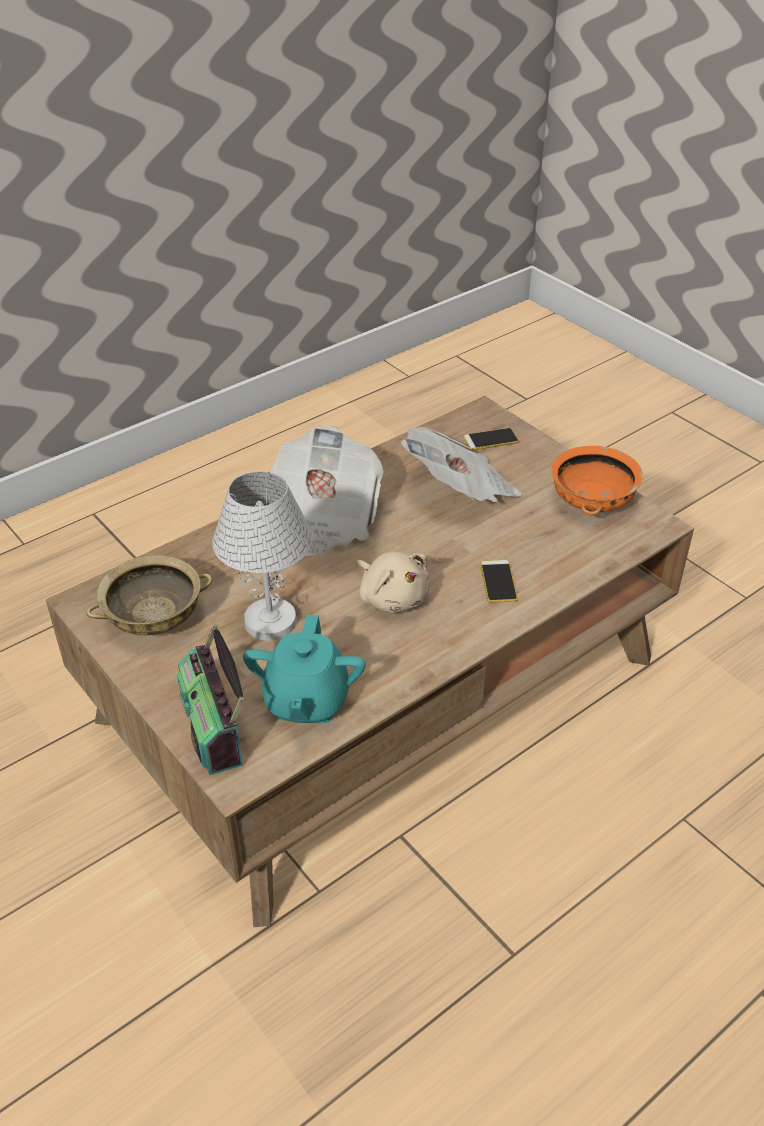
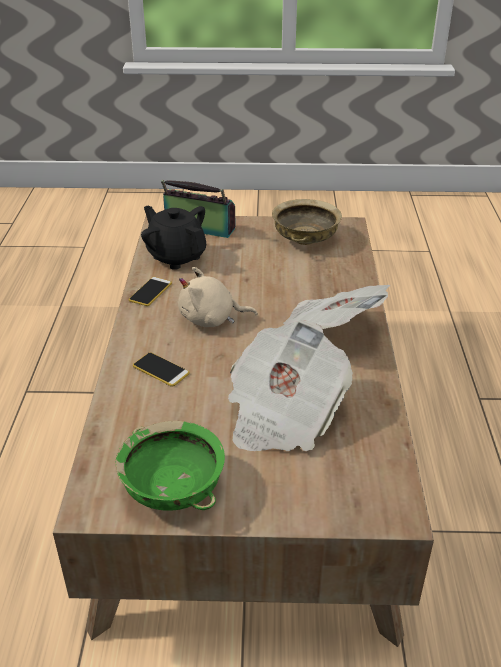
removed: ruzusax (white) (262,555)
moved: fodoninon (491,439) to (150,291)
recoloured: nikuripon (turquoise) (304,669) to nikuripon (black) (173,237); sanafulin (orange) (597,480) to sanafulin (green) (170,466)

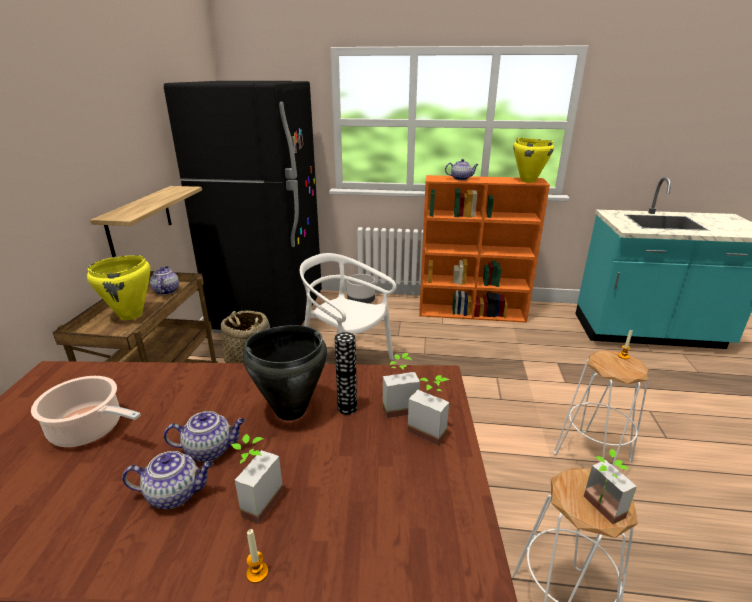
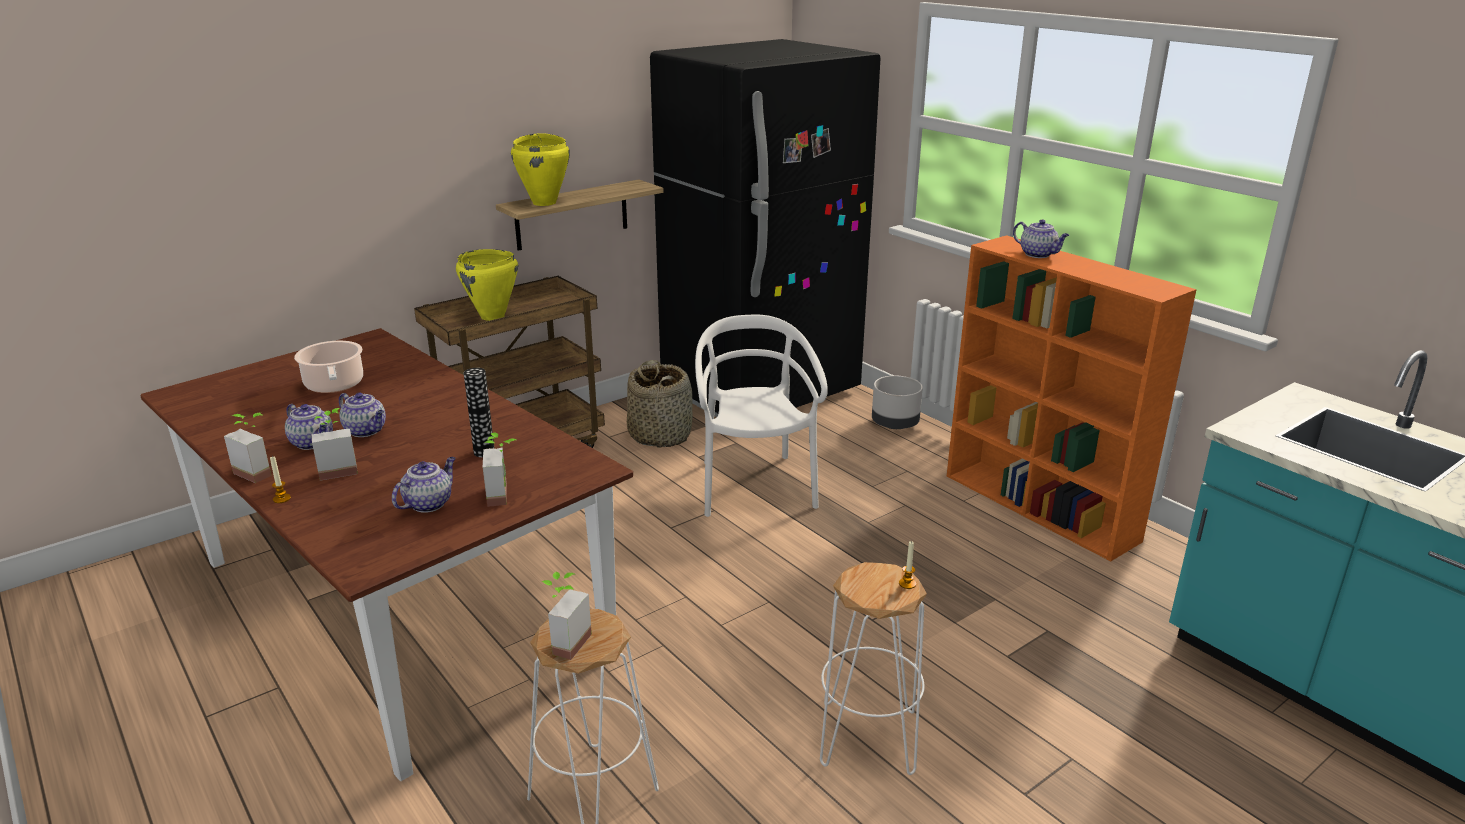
removed: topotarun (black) (285,373)
moved: nikuripon (164,280) to (424,485); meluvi (401,385) to (248,448); topotarun (yellow) (533,160) to (540,169)

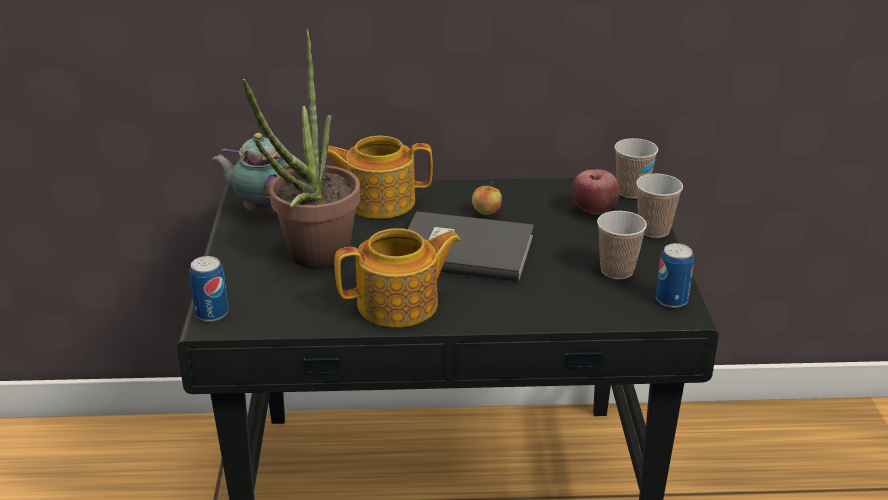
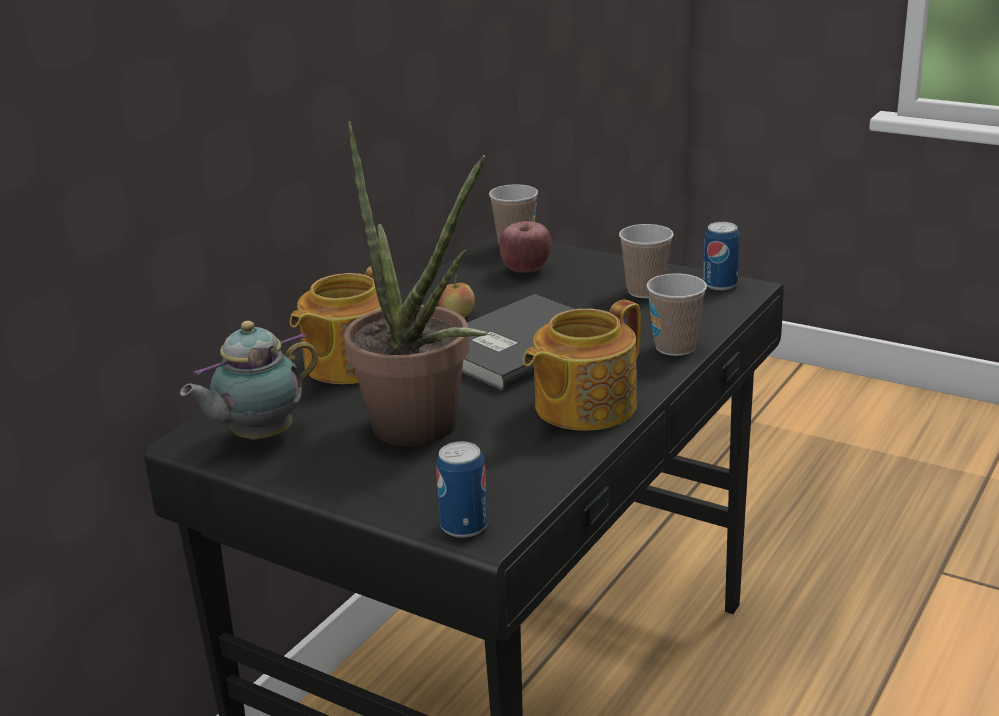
moved: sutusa (659,206) to (676,315)
turned: nikuripon (398,277) = (582,365) 150 degrees counterclockwise

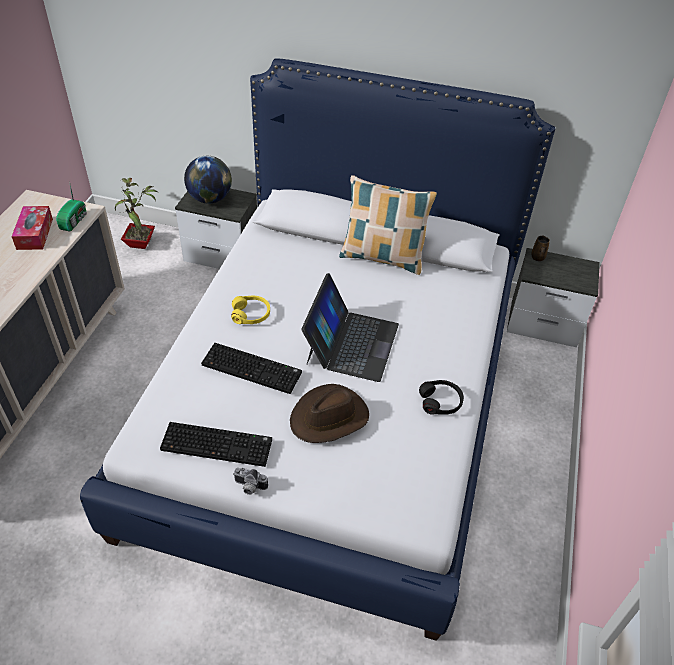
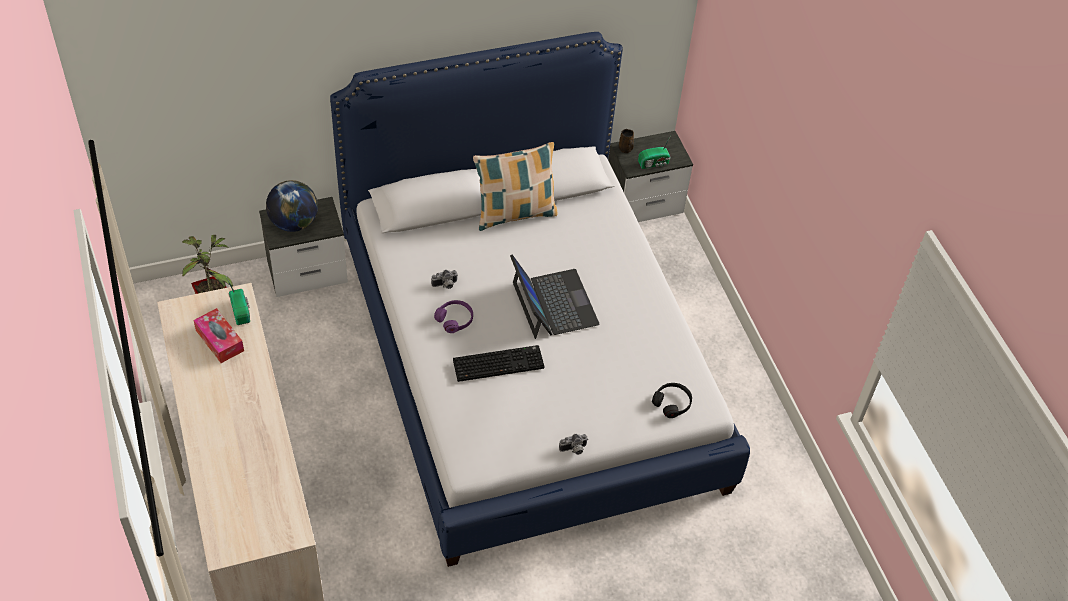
removed: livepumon (216,444); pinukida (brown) (329,413)
added: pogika (444,279); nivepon (654,152)
moved: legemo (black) (441,397) to (672,400)
recoloured: legemo (yellow) (250,309) to legemo (purple) (453,316)

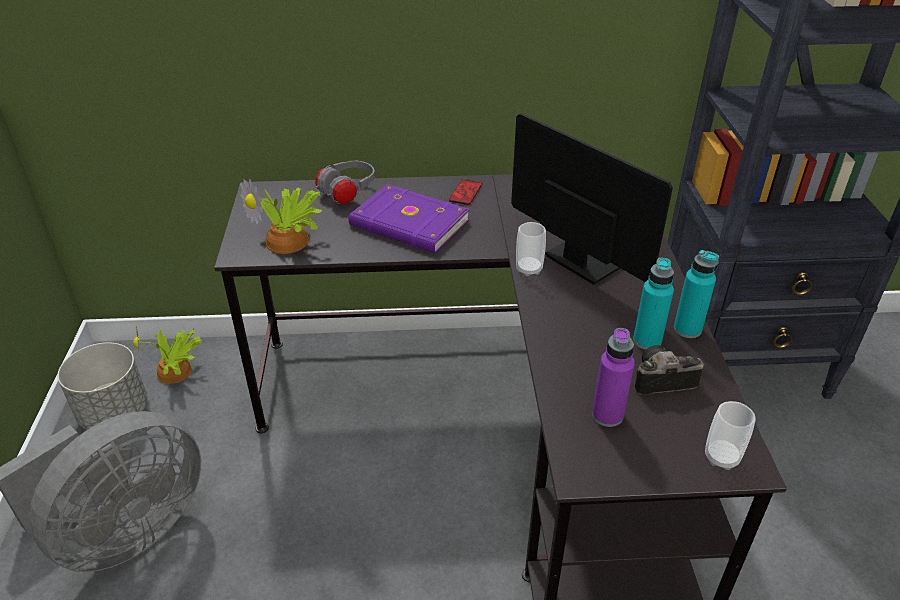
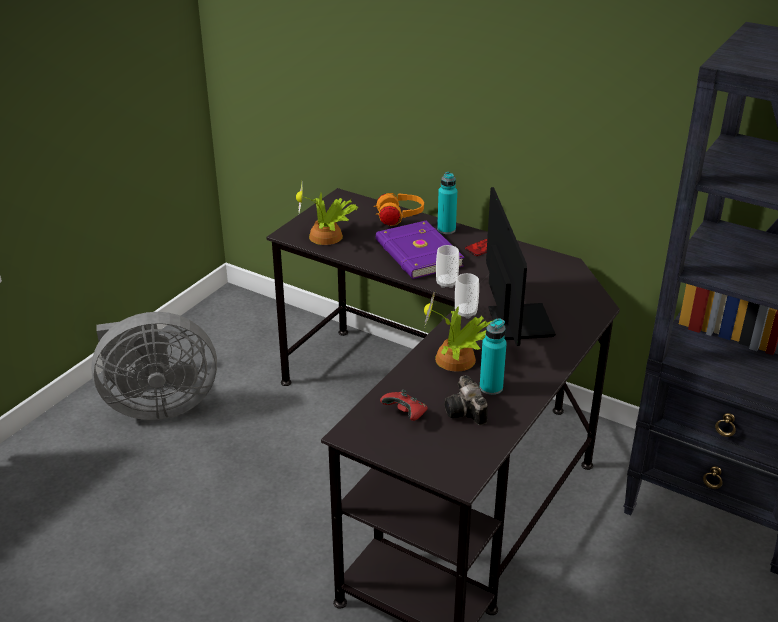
removed: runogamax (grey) (102,386)
moved: meluvi (167,355) to (458,331); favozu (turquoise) (696,294) to (447,203); sutusa (730,435) to (447,266)
replaced: favozu (purple) (613,377) to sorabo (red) (404,405)
recoloured: legemo (grey) (345,182) to legemo (orange) (399,209)
turned: pogika (669,370) = (466,400) 135 degrees counterclockwise

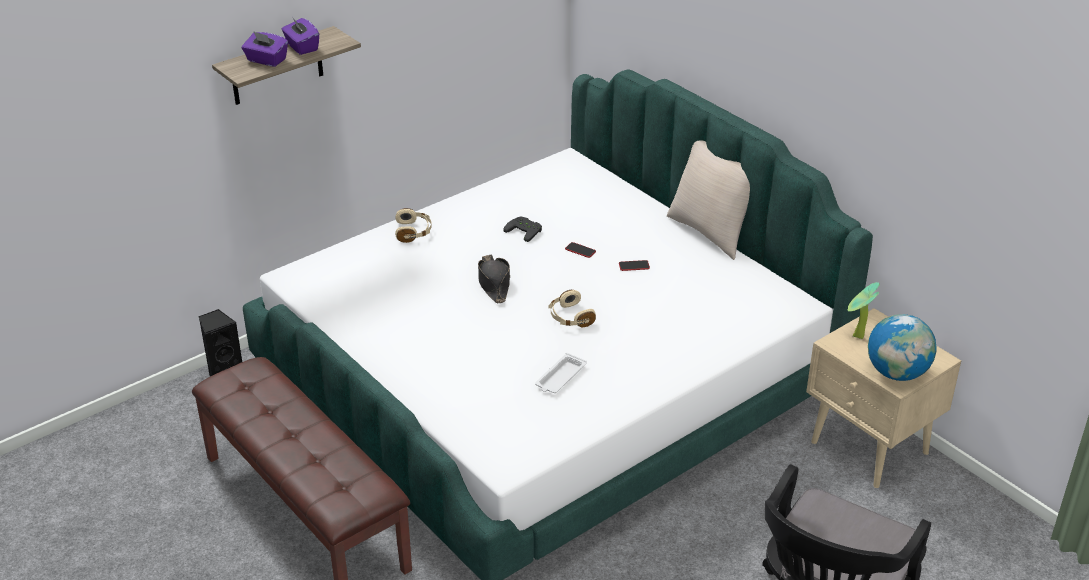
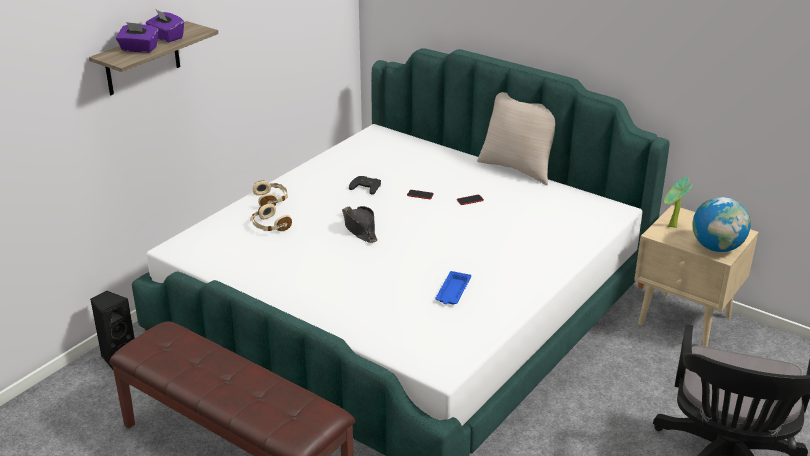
moved: legemo (beige) (572,308) to (271,217)
recoloured: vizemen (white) (561,373) to vizemen (blue) (453,288)

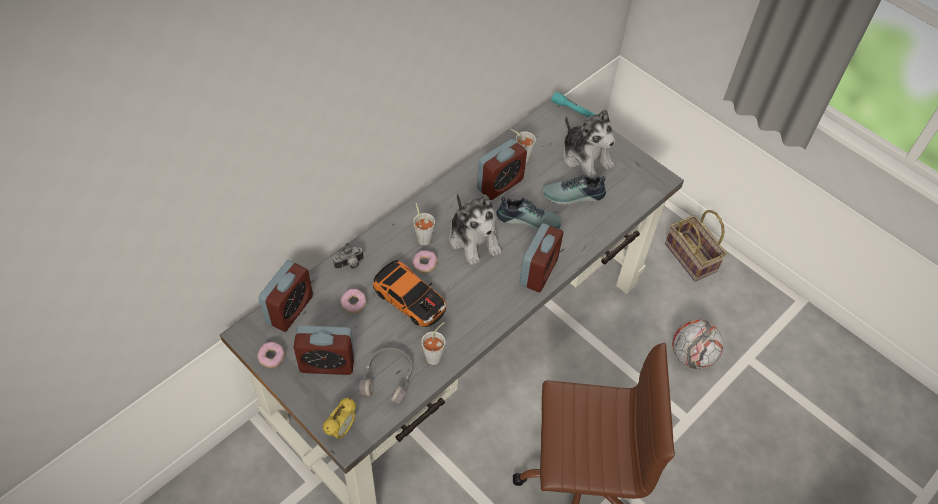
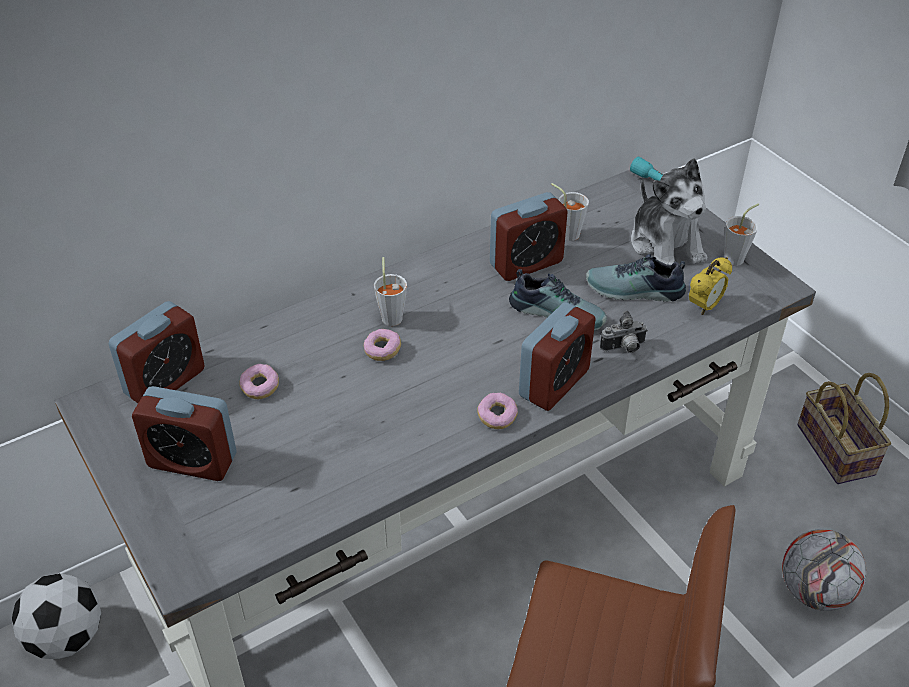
removed: legemo (grey) (385,376); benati (409,293); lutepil (475,228)
added: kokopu (56,616)
moved: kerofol (271,355) to (497,411); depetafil (339,418) to (710,286); pogika (348,256) to (624,332); sutusa (grey) (433,343) to (741,234)

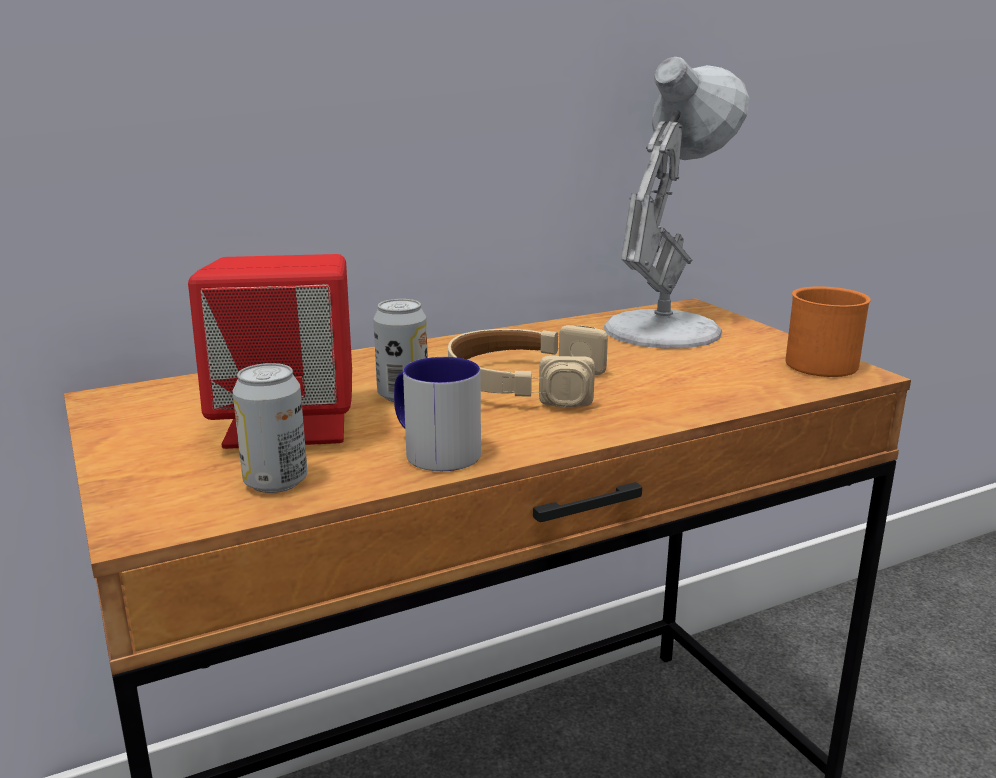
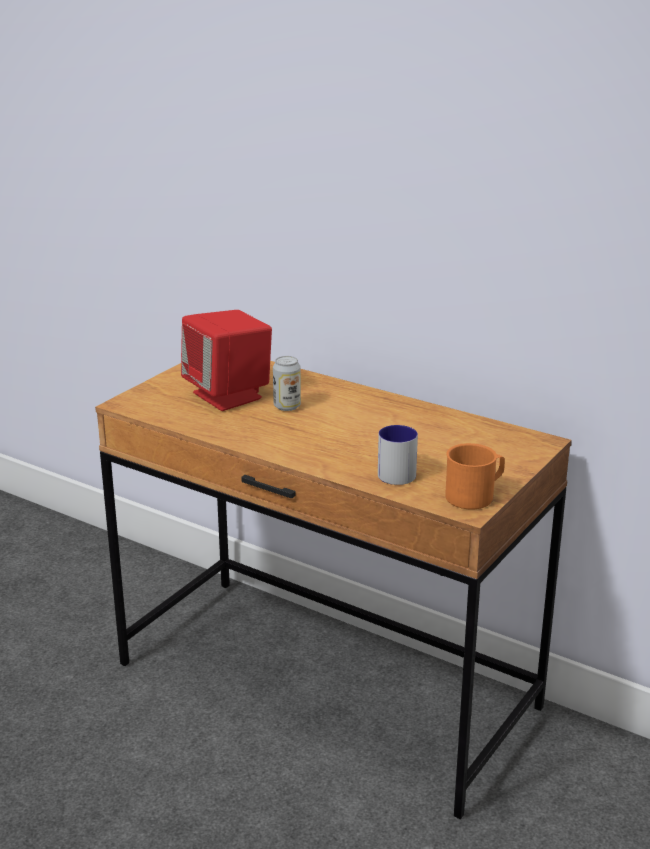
removed: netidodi (270,428); legemo (beige) (528,366); ruzusax (white) (677,203)
moved: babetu (437,414) to (398,455)

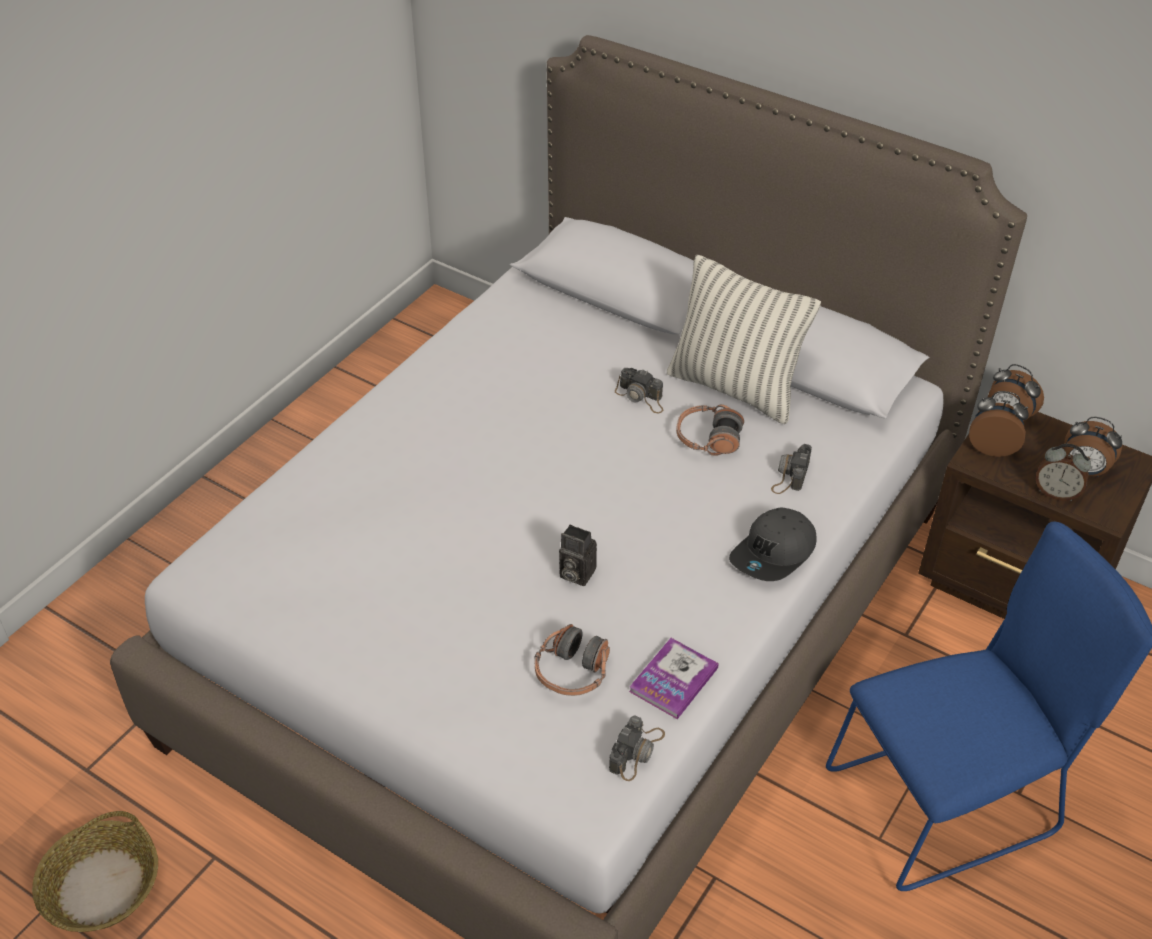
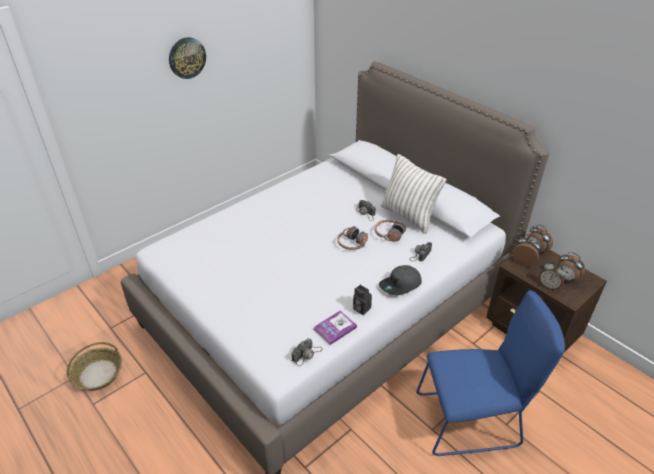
added: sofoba (187,58)
moved: legemo (572,660) to (352,238); pogika (578,555) to (362,299)

